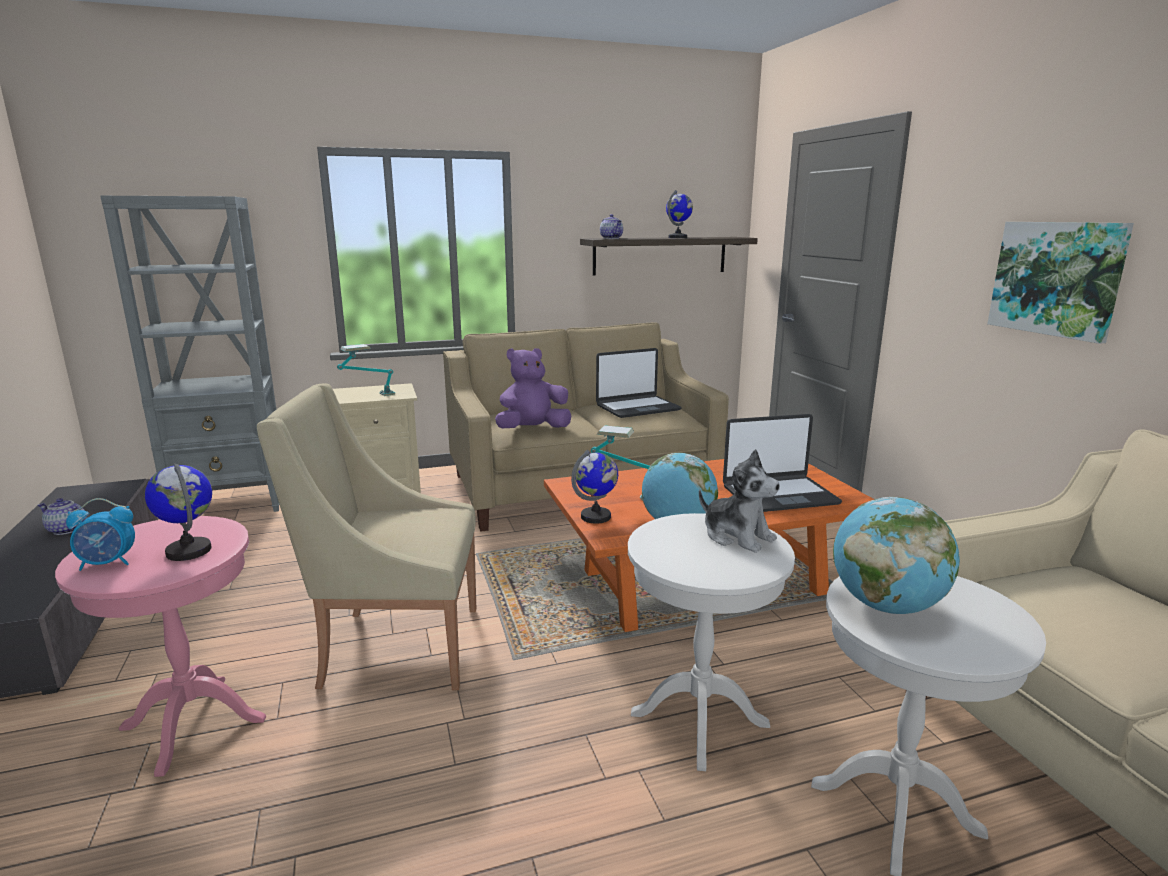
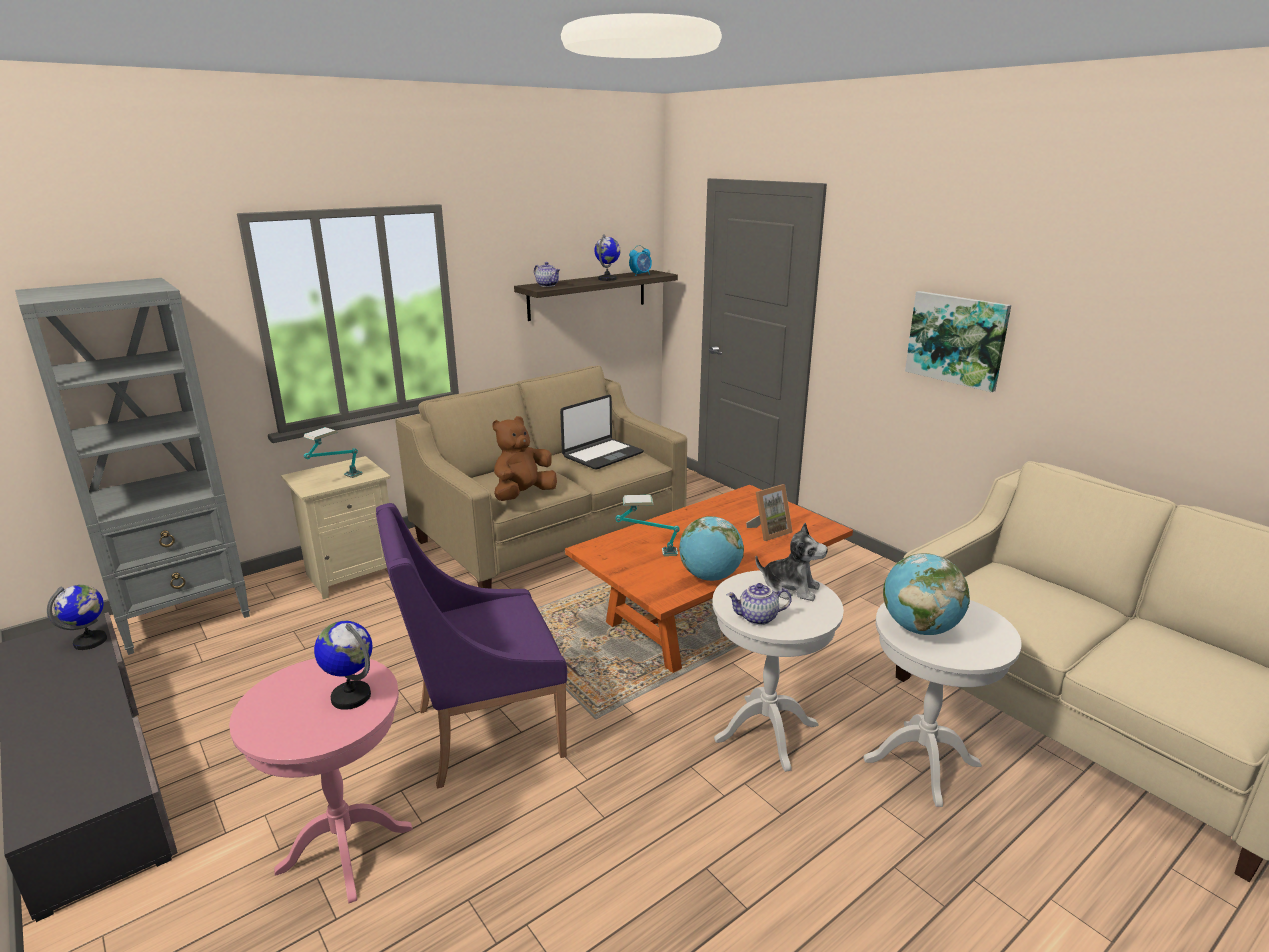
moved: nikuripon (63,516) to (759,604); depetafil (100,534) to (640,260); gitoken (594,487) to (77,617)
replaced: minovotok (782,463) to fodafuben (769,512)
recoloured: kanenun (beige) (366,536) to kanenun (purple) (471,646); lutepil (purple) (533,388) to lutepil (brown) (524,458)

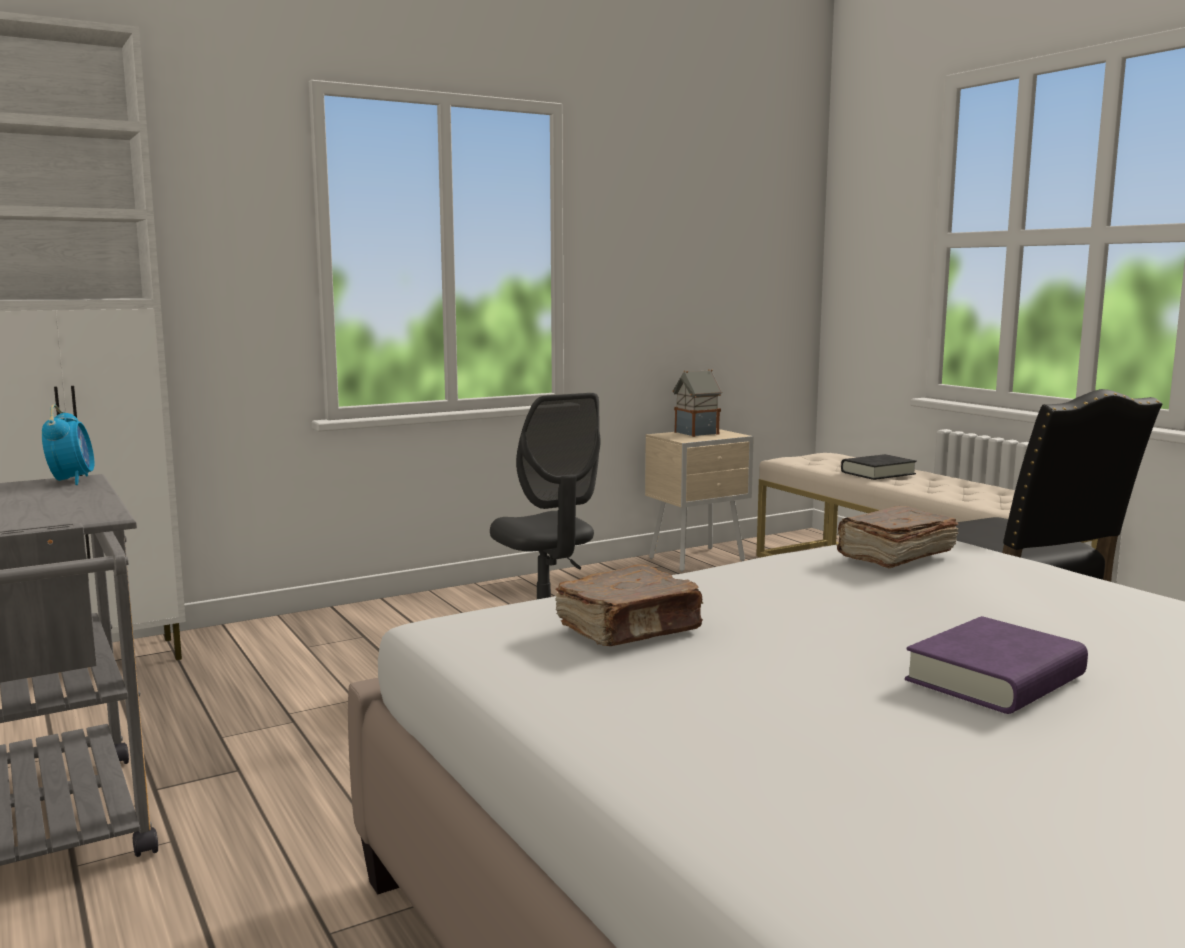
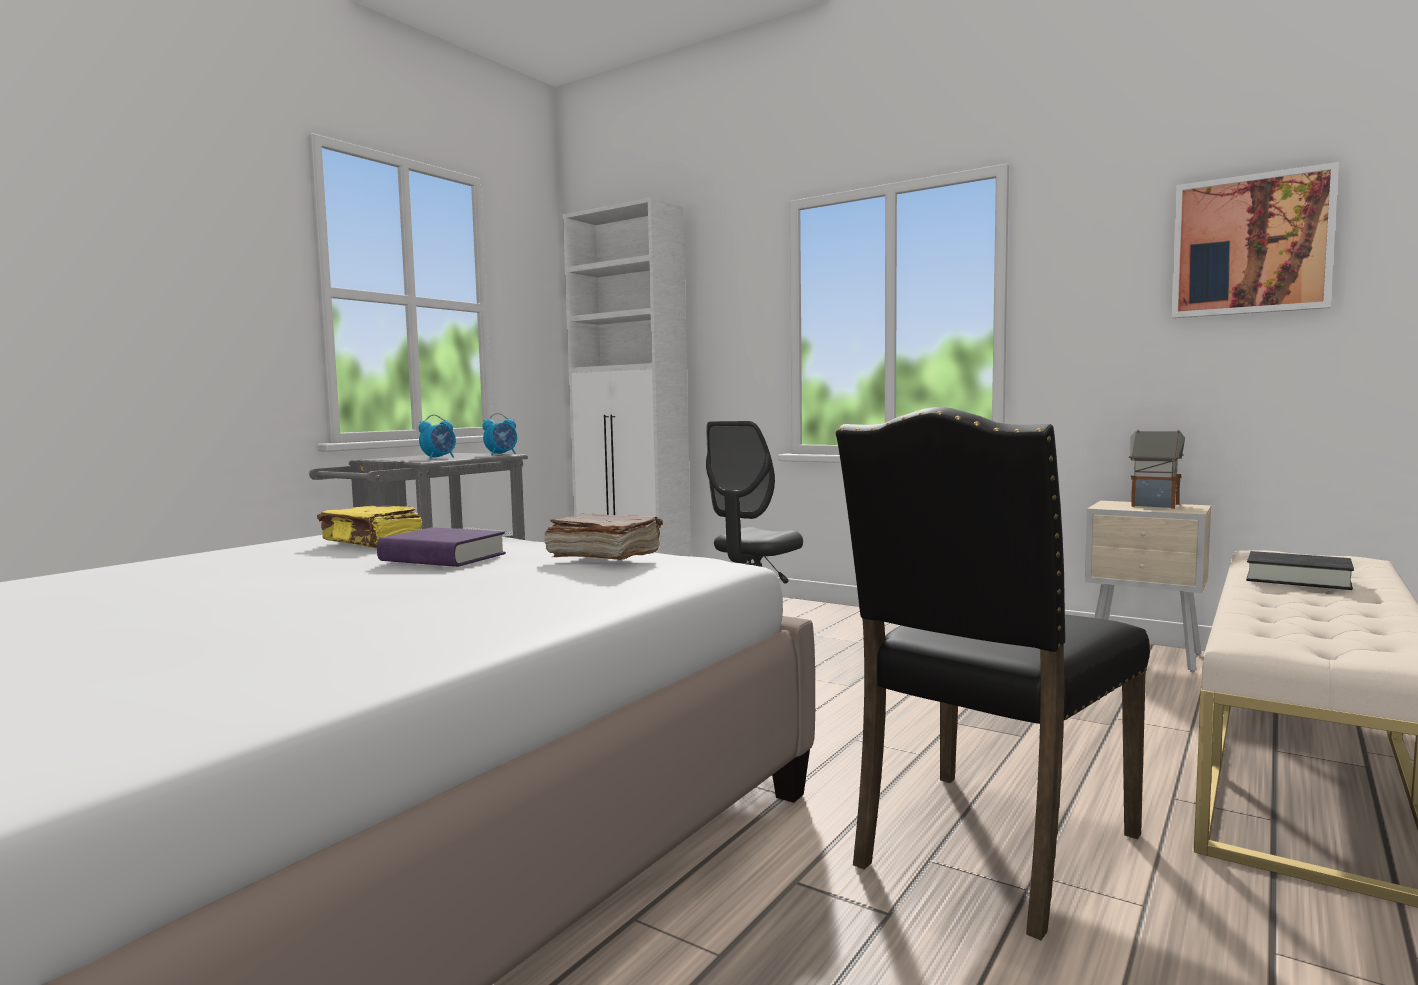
added: depetafil (437,437); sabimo (1255,240)
moved: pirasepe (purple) (996,665) to (441,547)
recoloured: pirasepe (brown) (629,605) to pirasepe (yellow) (369,526)

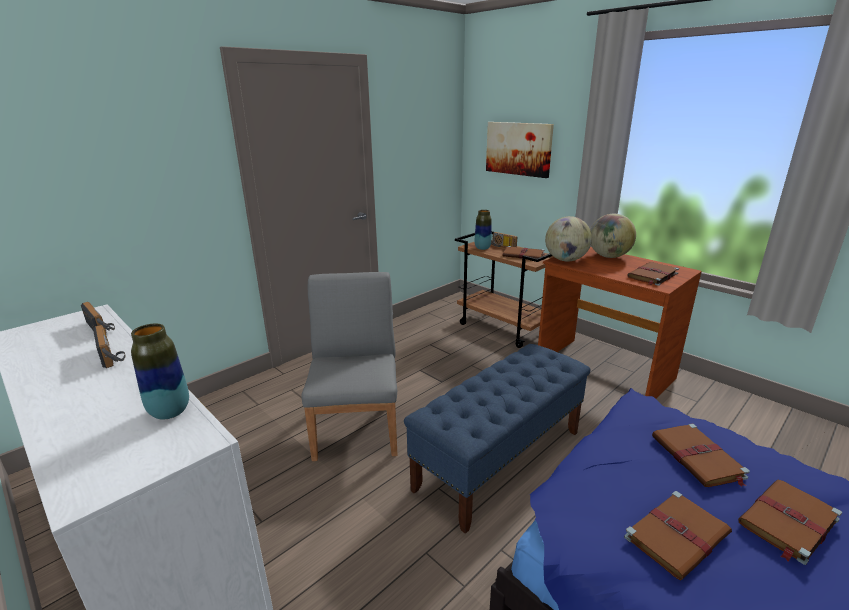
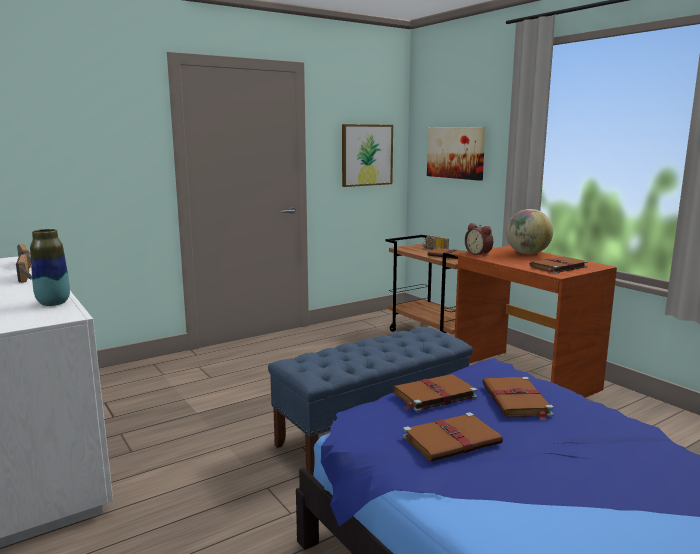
removed: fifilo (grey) (349,366); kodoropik (483,230)
added: sabimo (367,155)
moved: pirasepe (brown) (790,522) to (435,393)
replaced: gitoken (568,238) to depetafil (479,239)

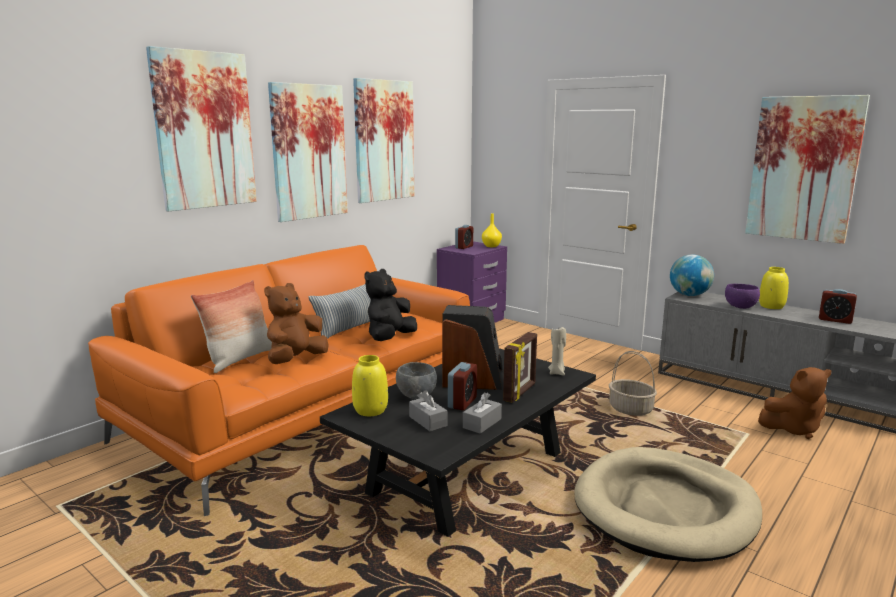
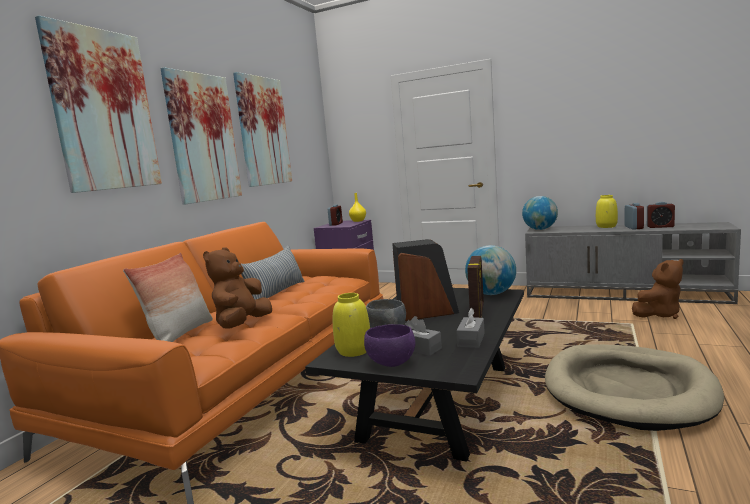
removed: lutepil (black) (391,305); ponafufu (633,383); sabimo (807,169)
moved: depetafil (462,386) to (634,216); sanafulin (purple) (742,296) to (389,345)
replaced: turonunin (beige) (557,351) to gitoken (490,270)

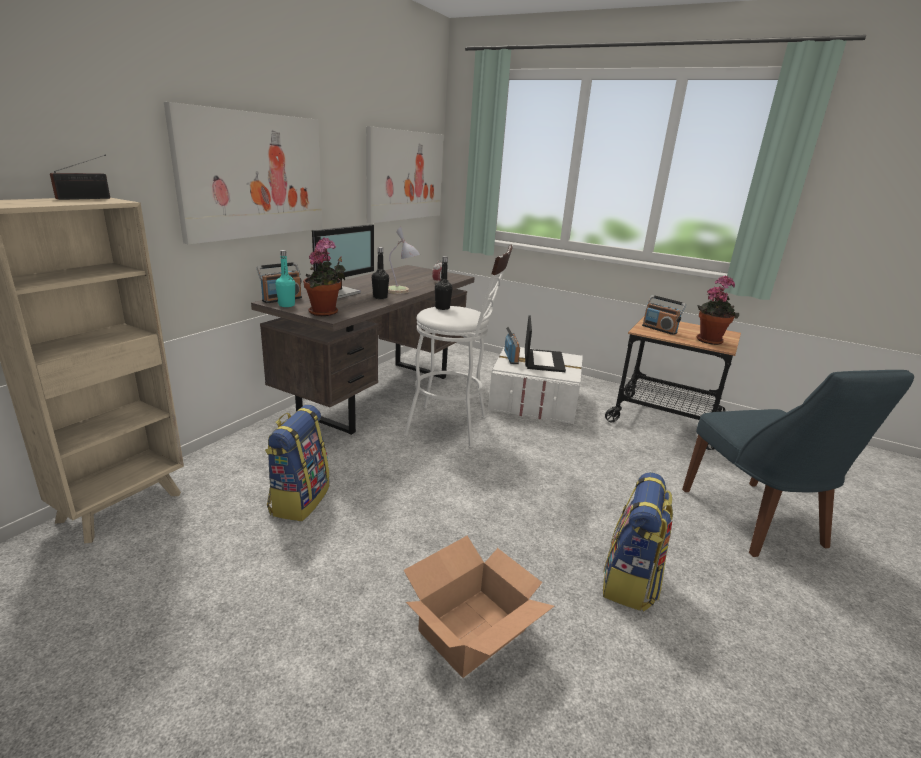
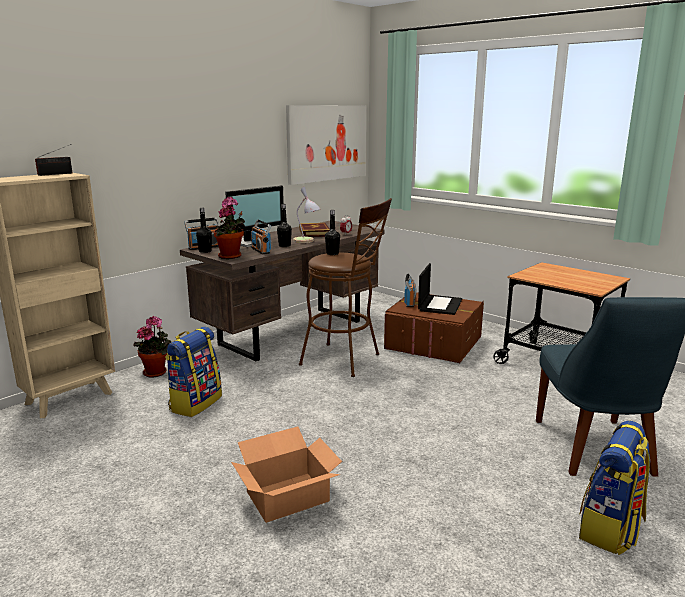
removed: sabimo (243,173)
added: pirasepe (314,230)
moved: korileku (638,542) to (614,488); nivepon (664,315) to (261,236); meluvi (718,310) to (152,347)
recoloured: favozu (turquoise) (285,278) to favozu (black) (204,230); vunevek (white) (458,347) to vunevek (brown) (345,287); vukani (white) (535,385) to vukani (brown) (434,328)

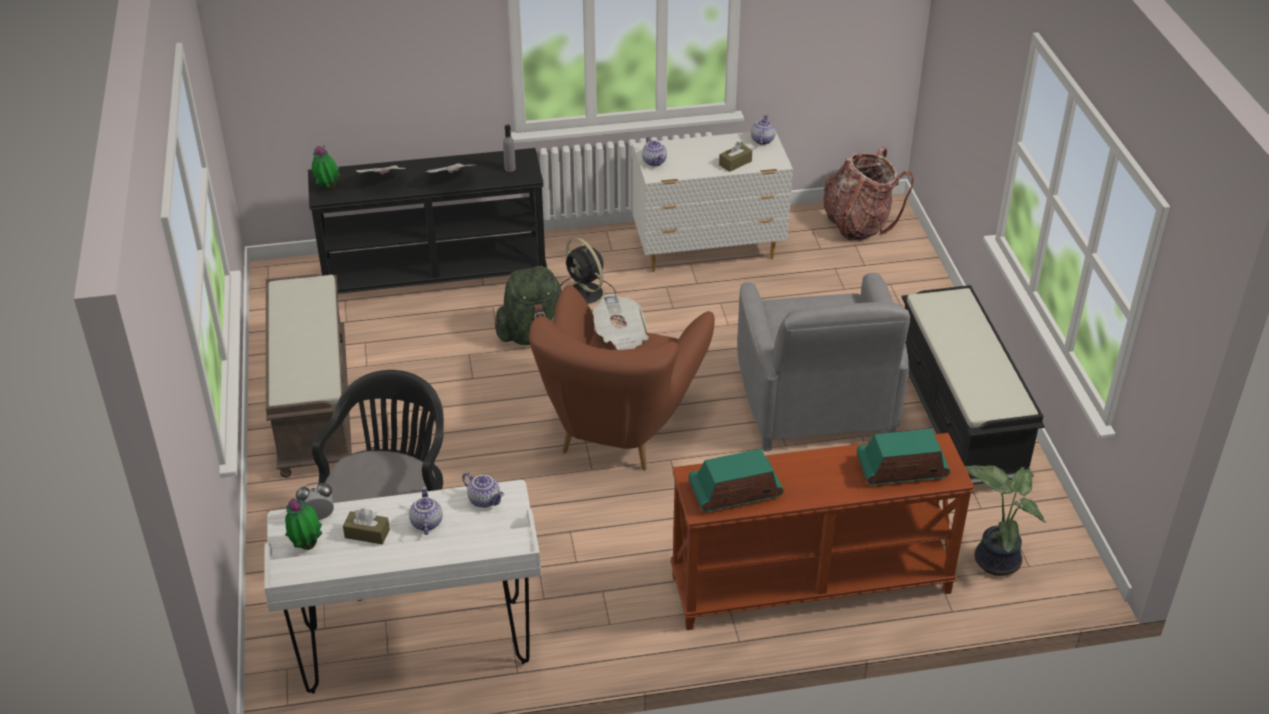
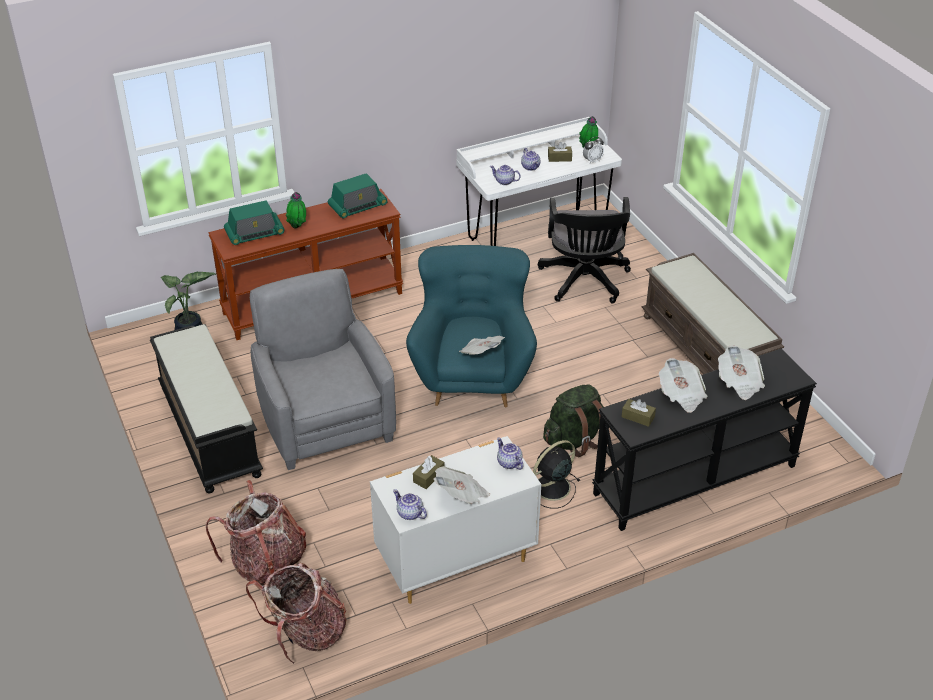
added: korileku (256,533); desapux (461,485)
moved: meluvi (326,167) to (296,210)
replaced: favozu (grey) (509,148) to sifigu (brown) (638,413)
recoloured: kanenun (brown) (622,378) to kanenun (turquoise) (471,326)
turned: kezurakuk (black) (588,274) = (556,474) 75 degrees counterclockwise; nikuripon (763,130) = (410,504) 135 degrees clockwise

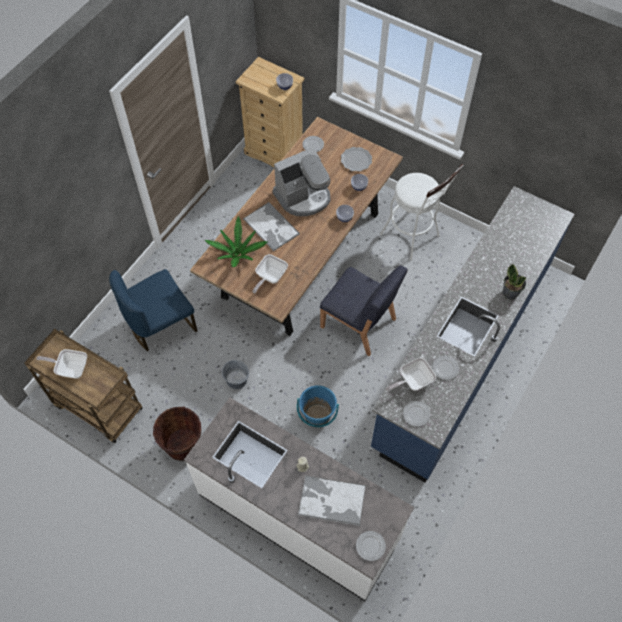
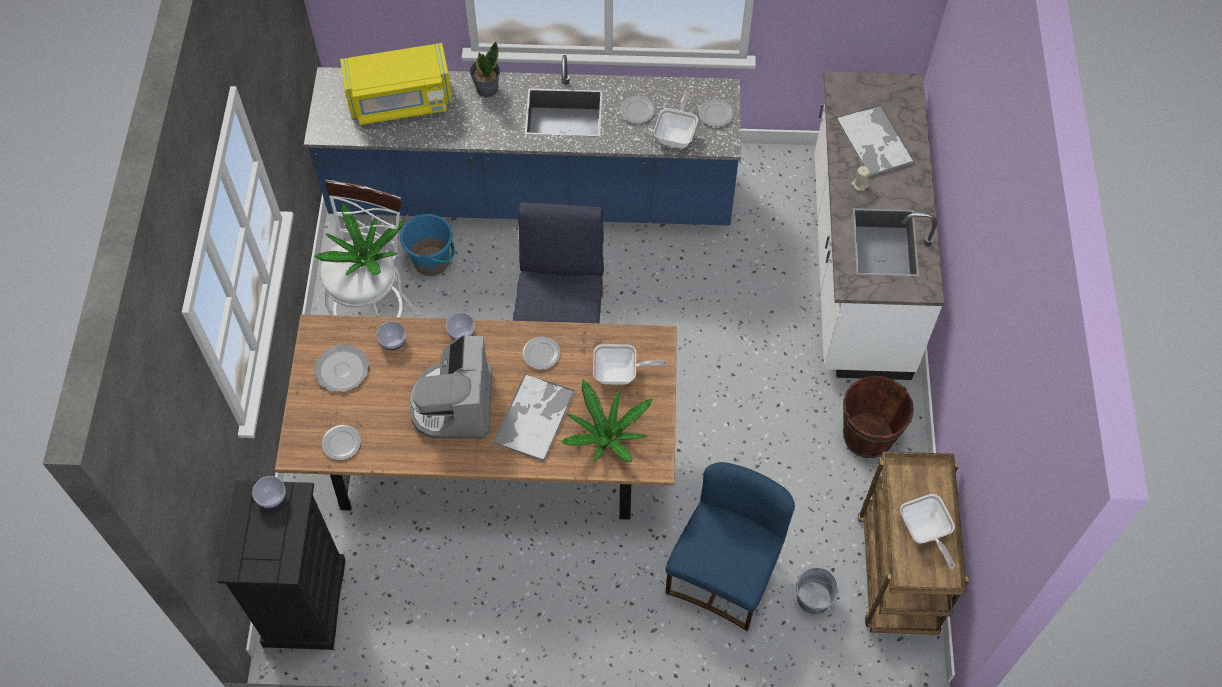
added: meluvi (359,239); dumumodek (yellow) (396,84)
moved: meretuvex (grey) (235,374) to (817,590); meretuvex (blue) (318,406) to (427,245); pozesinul (371,546) to (541,353)
recoloured: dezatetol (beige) (270,112) to dezatetol (black) (281,565)
turned: fifilo (blue) (153,310) = (730,546) 90 degrees counterclockwise; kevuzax (302,181) = (450,387) 120 degrees counterclockwise; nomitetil (411,374) = (676,118) 105 degrees counterclockwise

